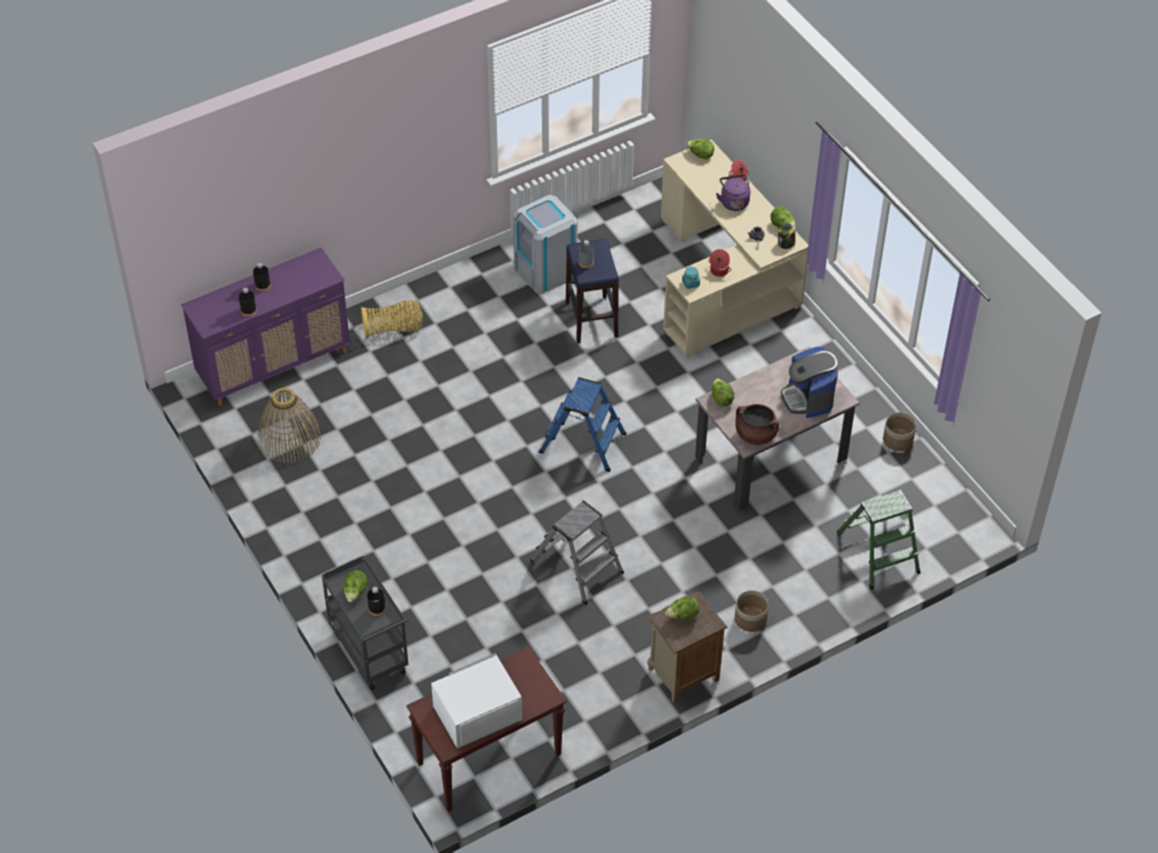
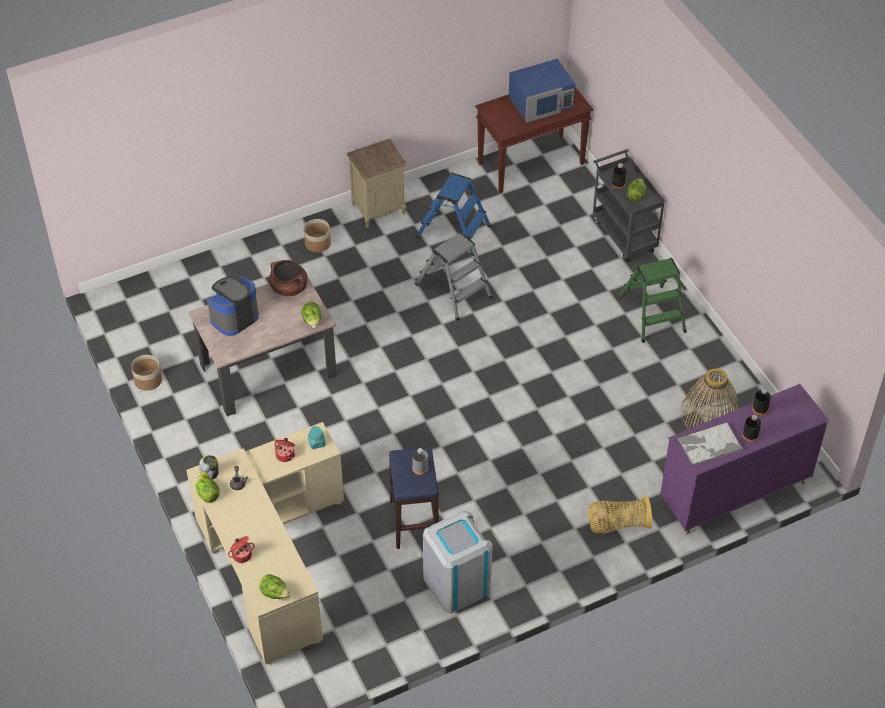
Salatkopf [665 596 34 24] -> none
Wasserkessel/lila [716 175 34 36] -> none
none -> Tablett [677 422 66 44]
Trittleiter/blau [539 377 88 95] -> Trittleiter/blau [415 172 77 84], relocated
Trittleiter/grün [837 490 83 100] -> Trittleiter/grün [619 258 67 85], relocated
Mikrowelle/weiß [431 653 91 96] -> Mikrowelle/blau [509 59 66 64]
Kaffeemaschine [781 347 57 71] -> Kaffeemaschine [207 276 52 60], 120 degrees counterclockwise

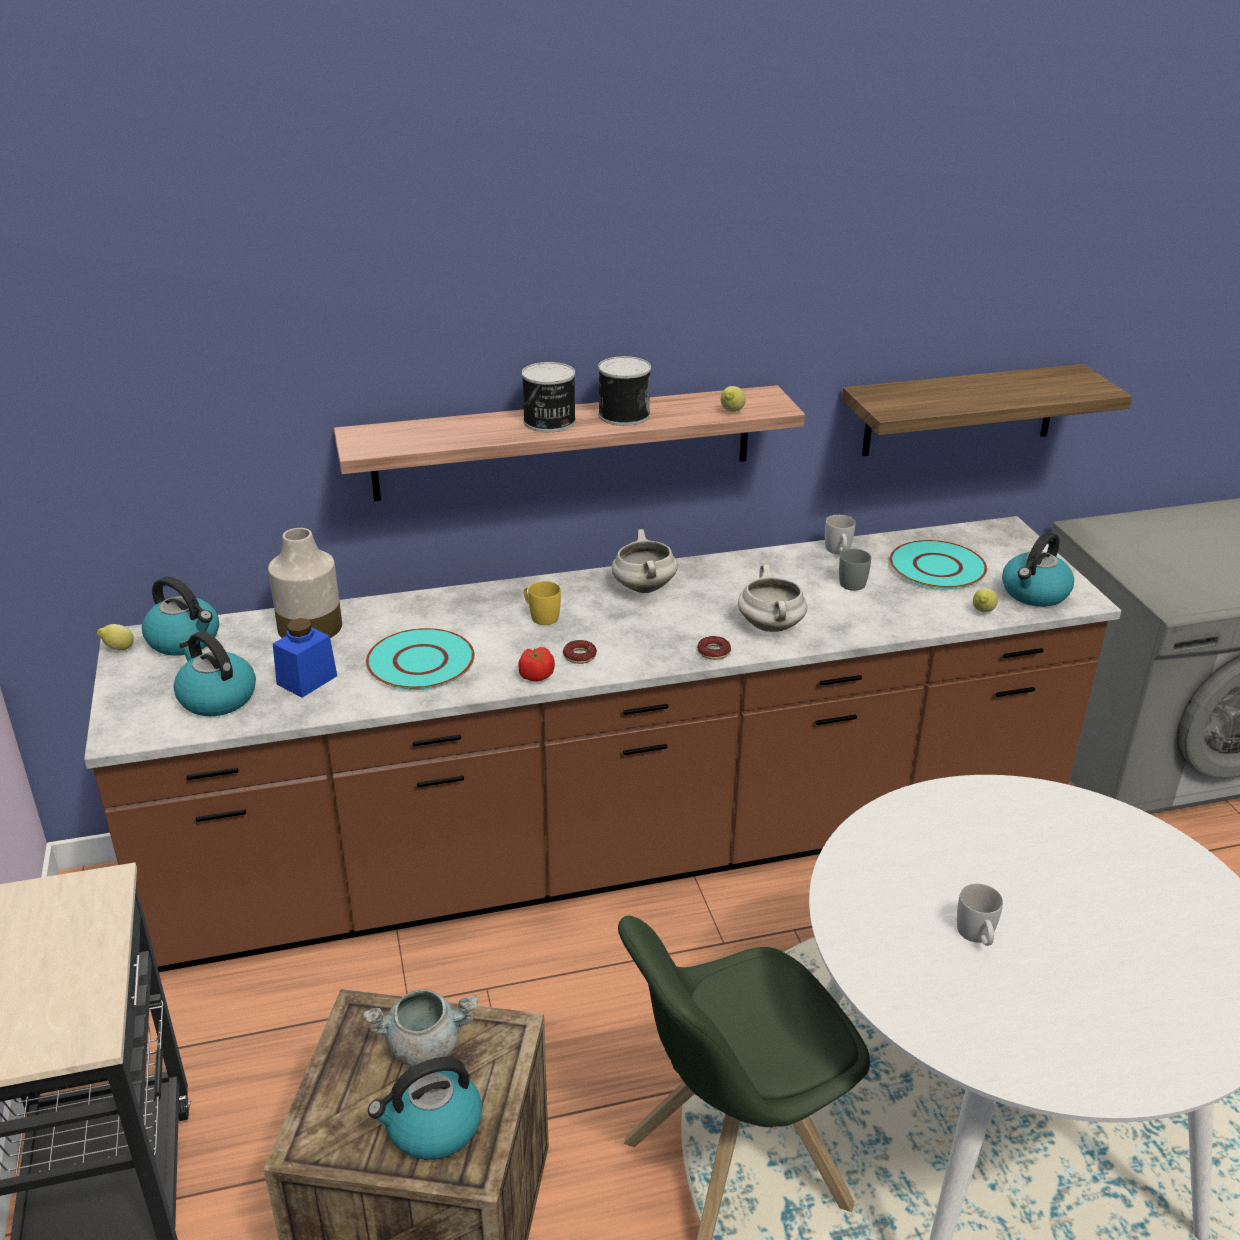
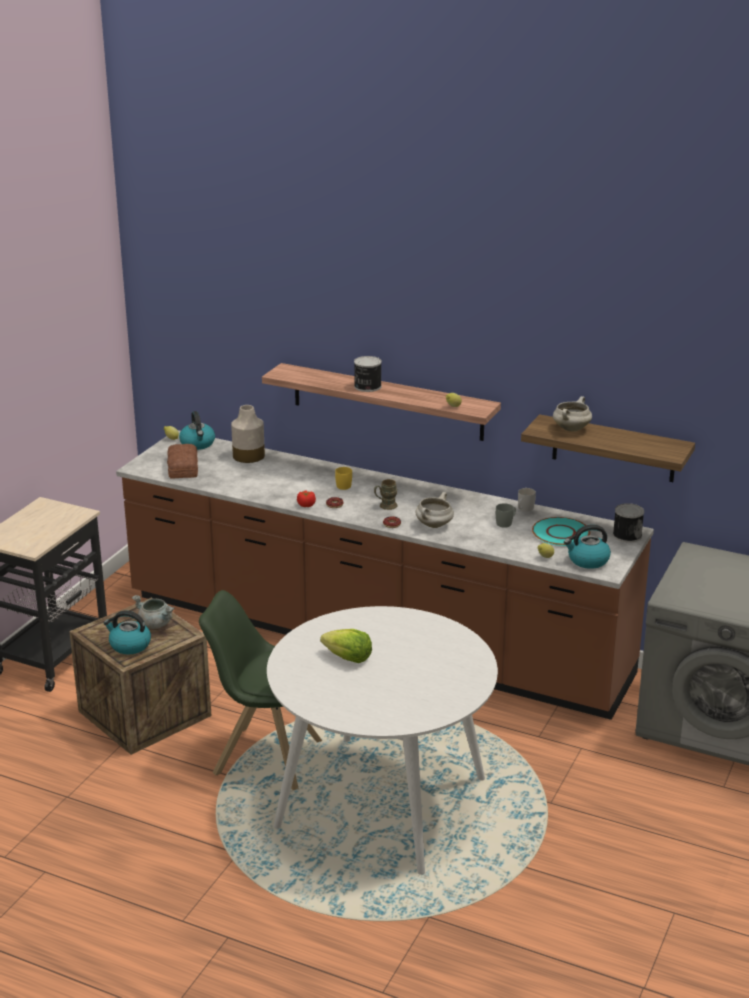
Vorratsglas/blau [273 618 64 80] -> none
Teller/türkis [366 628 109 62] -> none
none -> Henkelbecher/braun [374 479 24 31]
Dose [598 356 53 70] -> Dose [613 503 31 40], relocated
Kochtopf/weiß [612 529 66 64] -> Kochtopf/weiß [553 396 39 36], relocated
Wasserkessel [174 631 82 85] -> Brot [167 444 31 35]
Henkelbecher/weiß [957 883 46 63] -> Salatkopf [320 629 52 34]

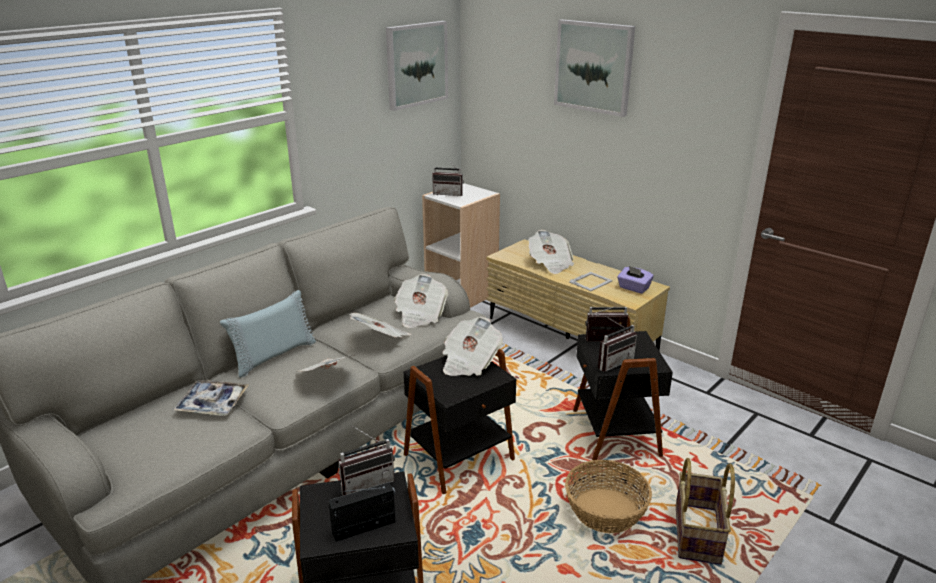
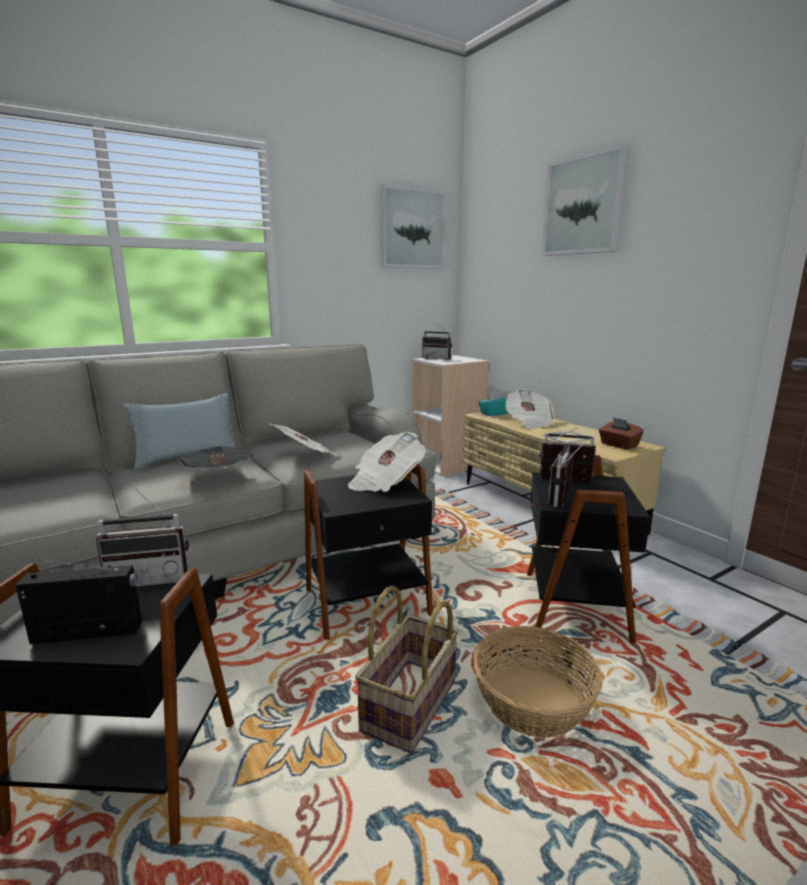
Tablett [172 380 77 36] -> none
Zeitung [394 274 54 54] -> none
none -> Taschentuchbox/türkis [479 391 29 25]
Korb [676 458 59 107] -> Korb [355 586 104 167], relocated
Taschentuchbox/lila [617 266 37 28] -> Taschentuchbox/braun [599 417 45 33]
Radio [598 316 39 56] -> Radio [548 437 42 70], 135 degrees clockwise

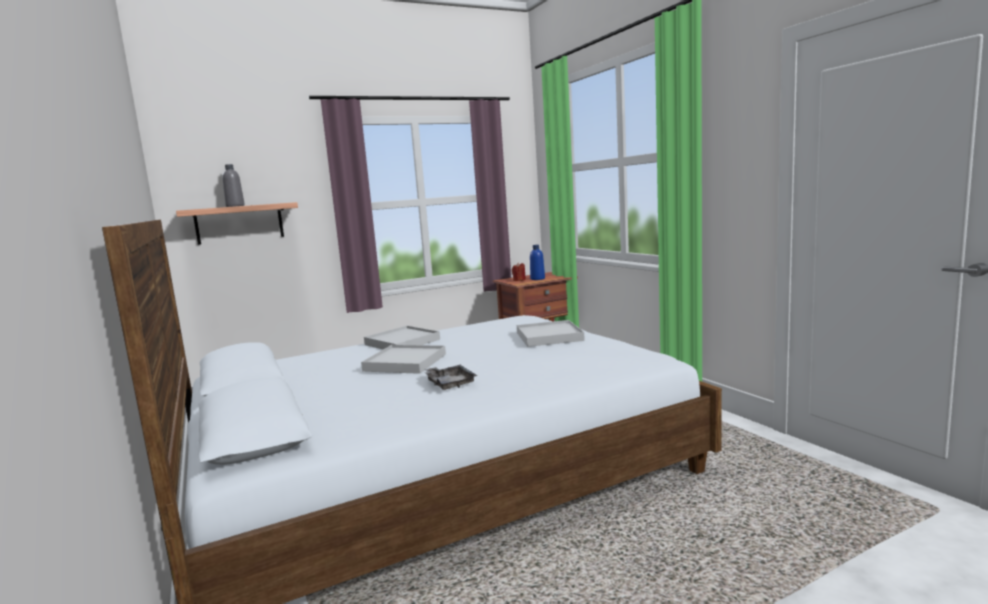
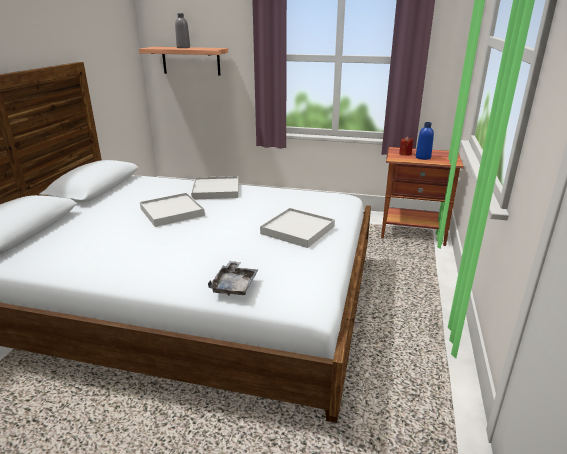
Tablett/grau [424 365 53 25] -> Tablett/grau [208 261 50 35], relocated

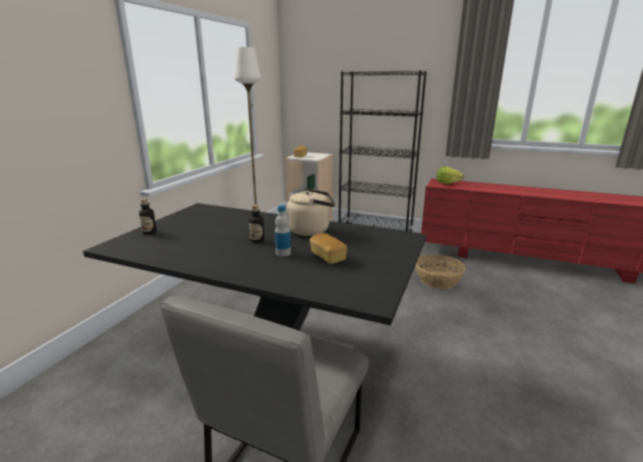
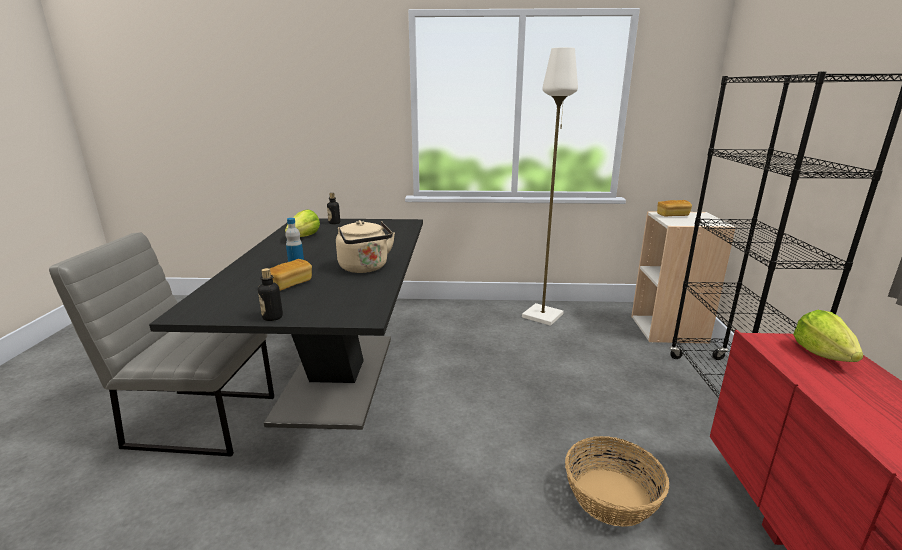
none -> Salatkopf [285 209 35 28]
Flasche [249 205 15 38] -> Flasche [258 268 25 53], relocated

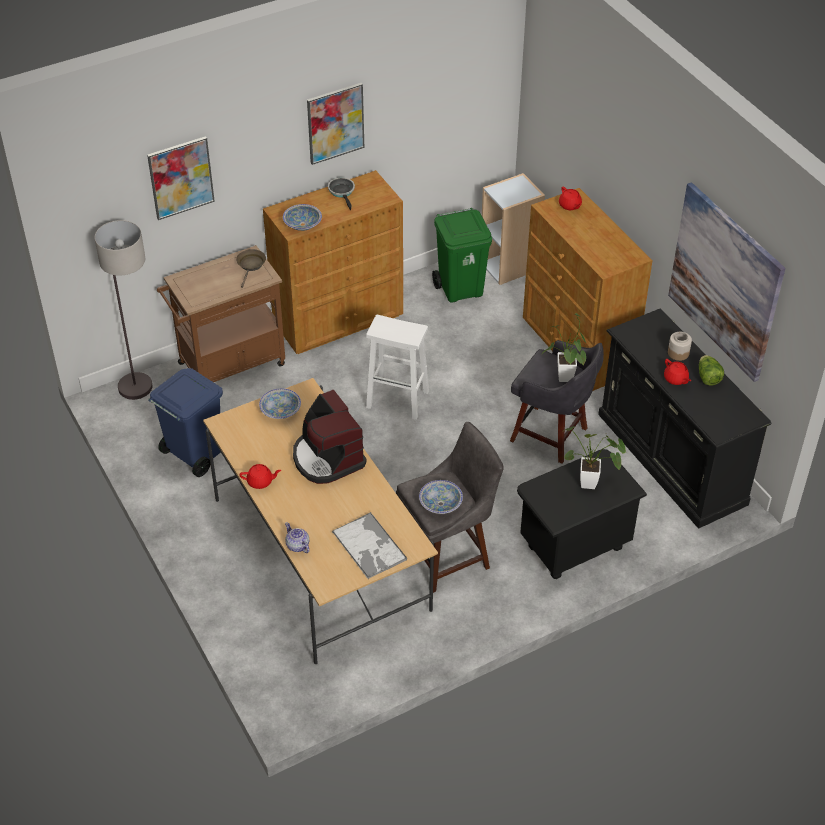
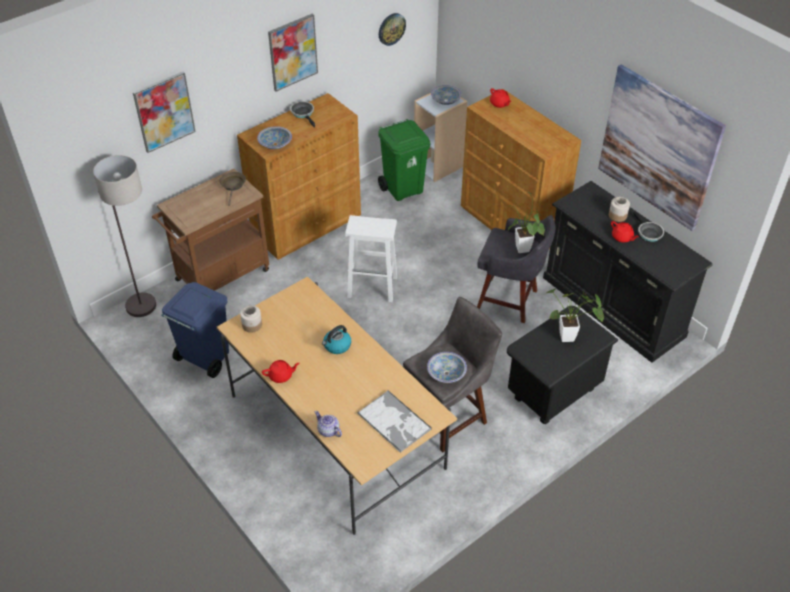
none -> Vorratsglas [240 305 22 28]
none -> Wanduhr [379 13 27 33]
Schüssel [259 388 42 31] -> Schüssel [431 85 31 20], relocated
Kaffeemaschine [293 390 73 94] -> Wasserkessel [322 325 29 29]
Salatkopf [699 355 25 30] -> Pfanne [633 211 31 31]

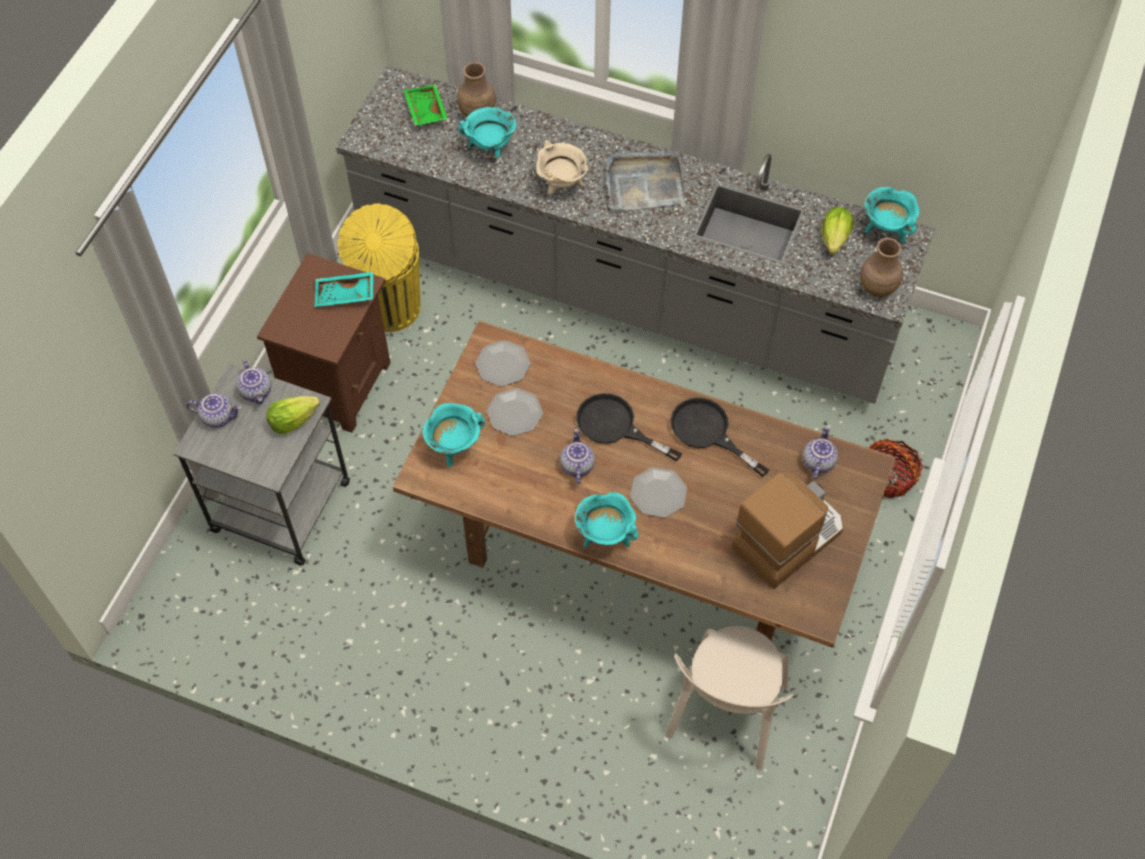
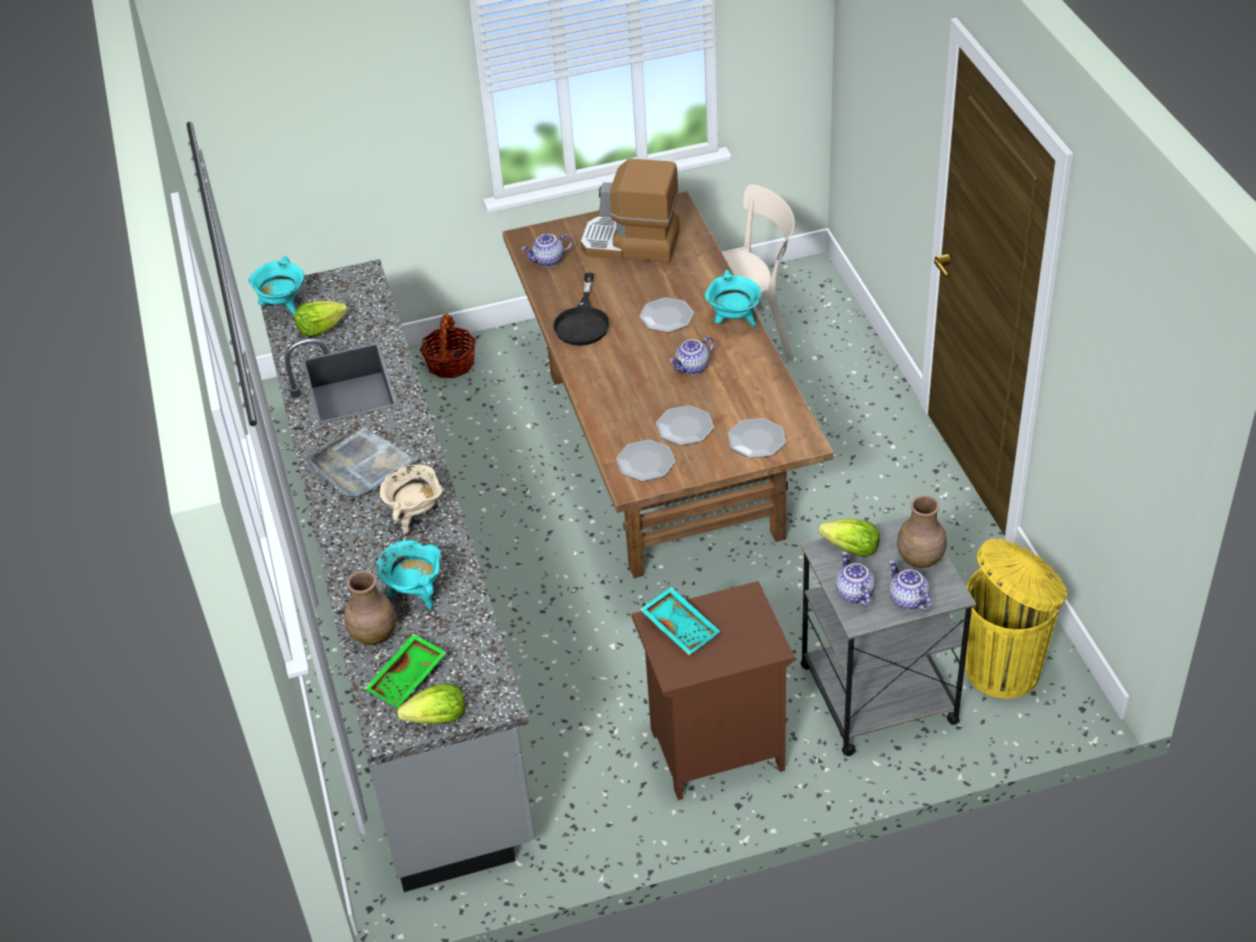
Pfanne/schwarz [576 393 106 68] -> none
none -> Salatkopf [397 683 68 41]
Mülleimer/gelb [338 204 83 128] -> Mülleimer/gelb [965 539 102 160], relocated
Vase/braun [860 238 43 59] -> Vase/braun [897 495 50 73], relocated
Kochtopf/türkis [423 403 62 64] -> Teller [728 418 58 40]
Teekanne [237 360 34 44] -> Teekanne [836 552 39 55], 45 degrees counterclockwise

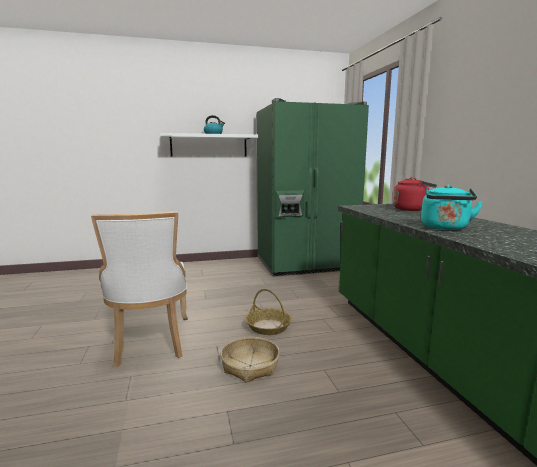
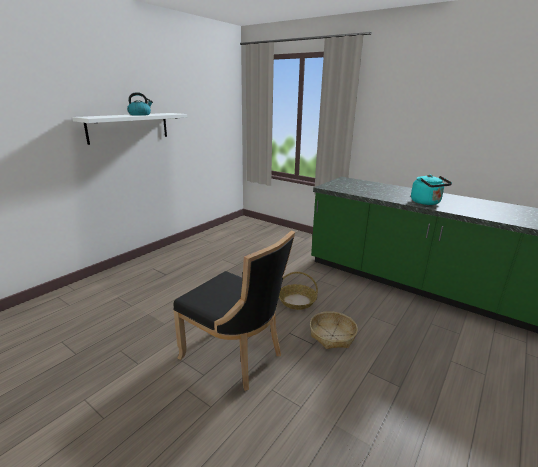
Kühlschrank/grün [257 98 112 179] -> none
Wasserkessel/rot [393 177 44 34] -> none
Stuhl/weiß [91 211 97 156] -> Stuhl/schwarz [173 230 122 161]

